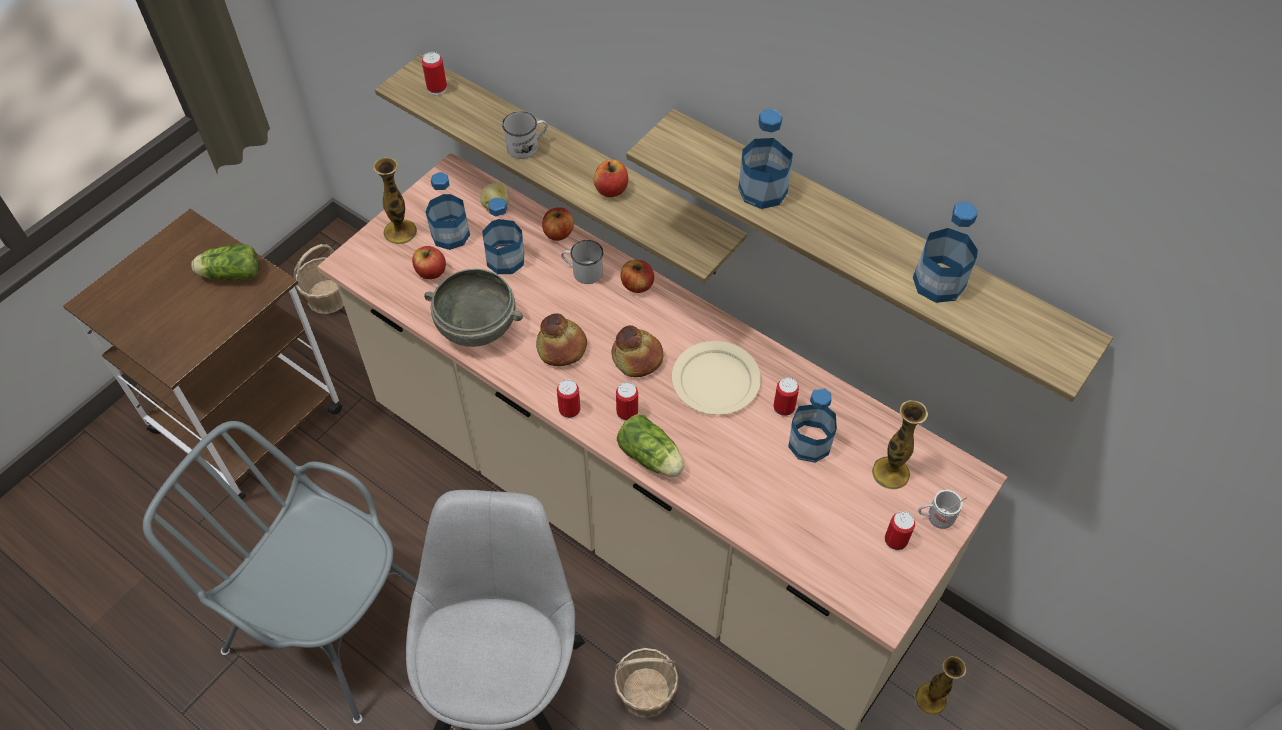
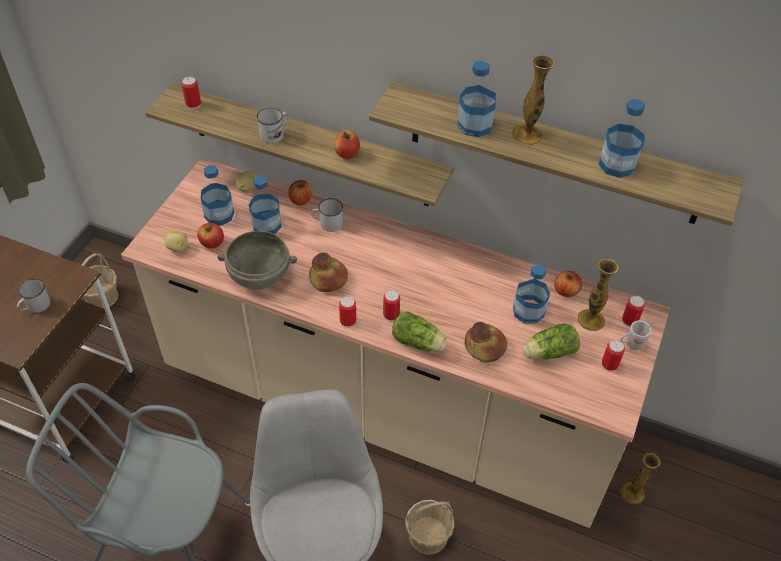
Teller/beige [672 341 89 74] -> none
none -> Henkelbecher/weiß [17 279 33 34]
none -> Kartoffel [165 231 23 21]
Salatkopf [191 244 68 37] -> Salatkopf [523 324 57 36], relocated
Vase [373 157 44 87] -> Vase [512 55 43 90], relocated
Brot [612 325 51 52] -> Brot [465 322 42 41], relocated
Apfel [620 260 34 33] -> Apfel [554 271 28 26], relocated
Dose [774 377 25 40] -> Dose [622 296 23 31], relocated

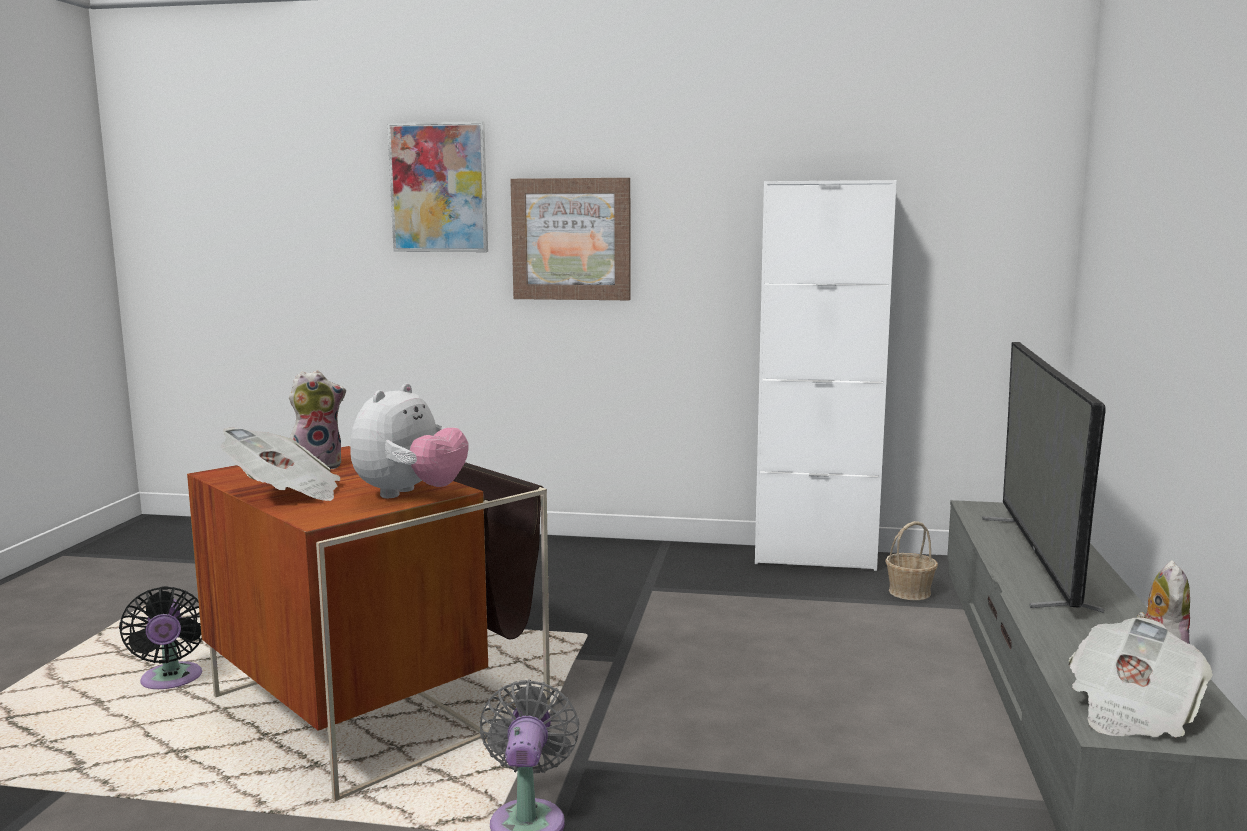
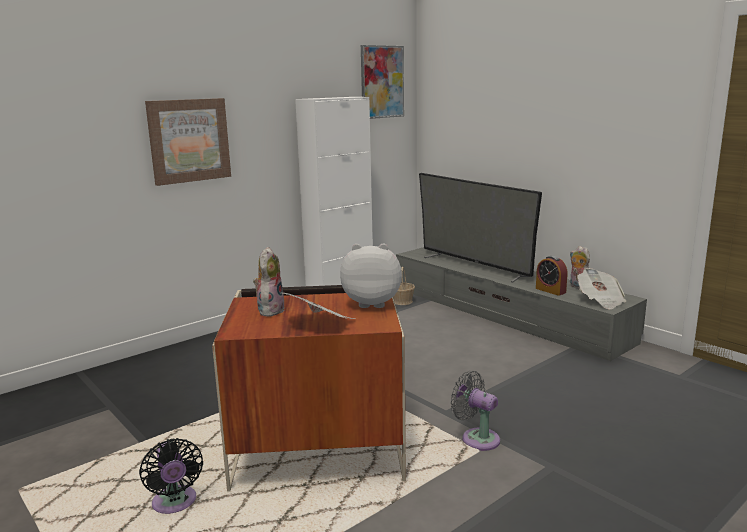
none -> Wecker [536 256 32 40]
Bild [387 121 101 131] -> Bild [361 45 43 74], relocated
Ventilator/schwarz [119 586 83 103] -> Ventilator/schwarz [139 438 64 76], 45 degrees clockwise
Plüschtier [350 383 118 115] -> Plüschtier [340 244 62 64], 60 degrees counterclockwise

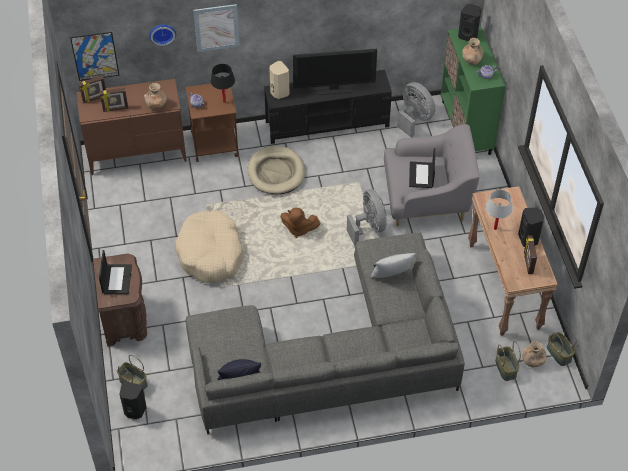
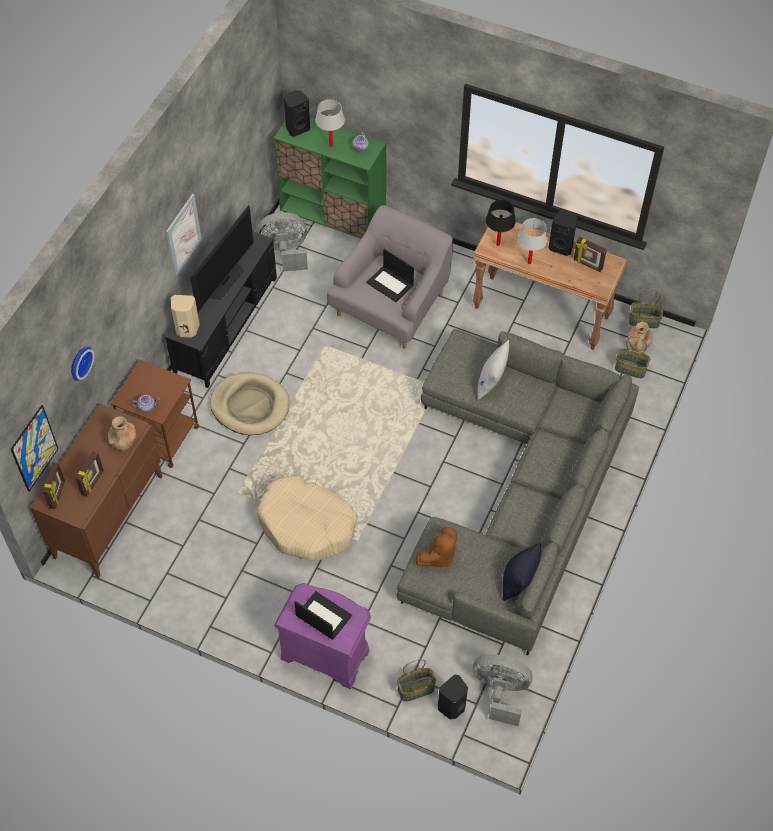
Bild [193 4 47 48] -> Bild [166 194 36 82], relocated
Tischlampe/schwarz [211 64 24 39] -> Tischlampe/schwarz [486 200 30 46], relocated
Plüschtier/braun [280 208 40 30] -> Plüschtier/braun [416 526 42 41], relocated
Ventilator/grau [347 189 40 57] -> Ventilator/grau [472 654 60 72], relocated
Vase/braun [462 38 21 27] -> Tischlampe/weiß [315 99 30 48]
Nachttisch/braun [93 254 54 92] -> Nachttisch/lila [274 583 97 106]

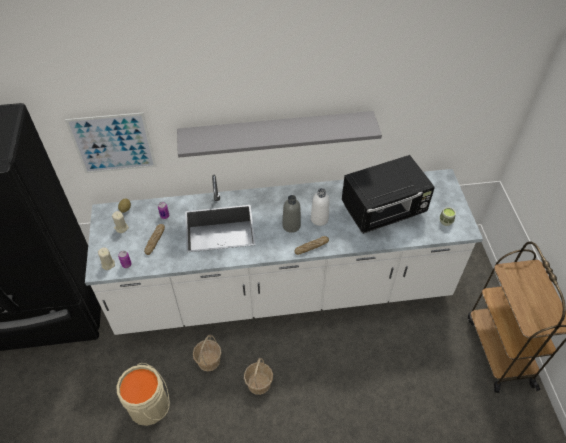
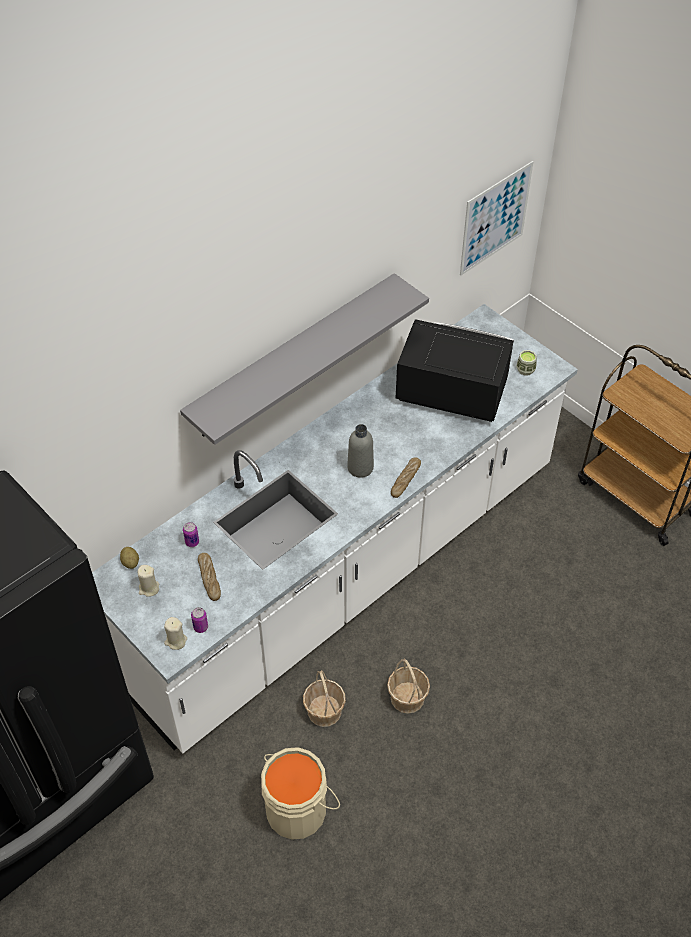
Flasche/weiß [311 188 19 38] -> none
Bild [65 113 91 60] -> Bild [460 161 74 115], relocated
Mikrowelle/schwarz [342 155 93 79] -> Mikrowelle/schwarz [395 319 119 103], 105 degrees counterclockwise

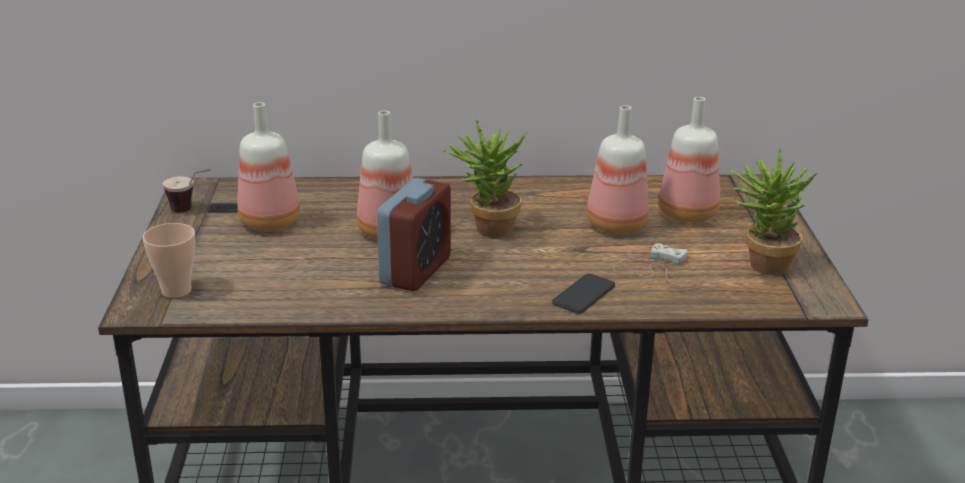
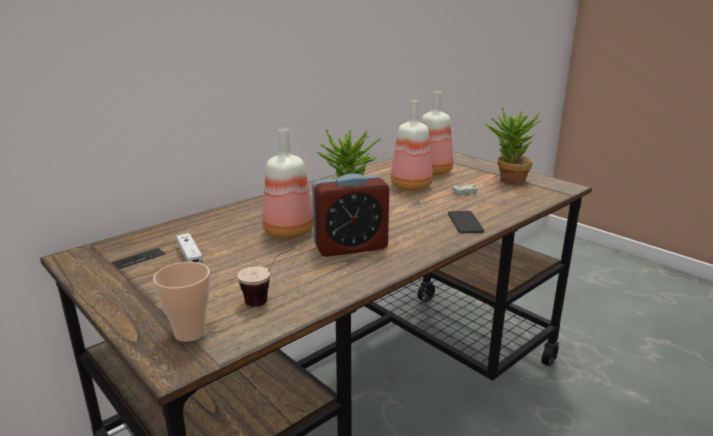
Tasse [163 169 48 43] -> Tasse [237 246 58 61], relocated
Flasche [237 102 63 129] -> Gamepad/weiß [176 233 27 31]
Wecker [377 178 74 113] -> Wecker [312 173 77 84], 90 degrees clockwise

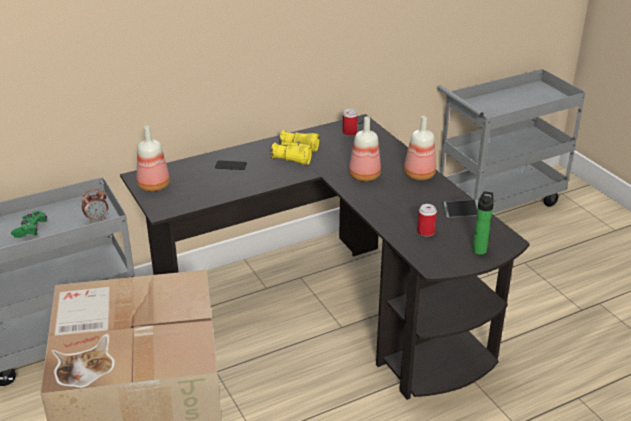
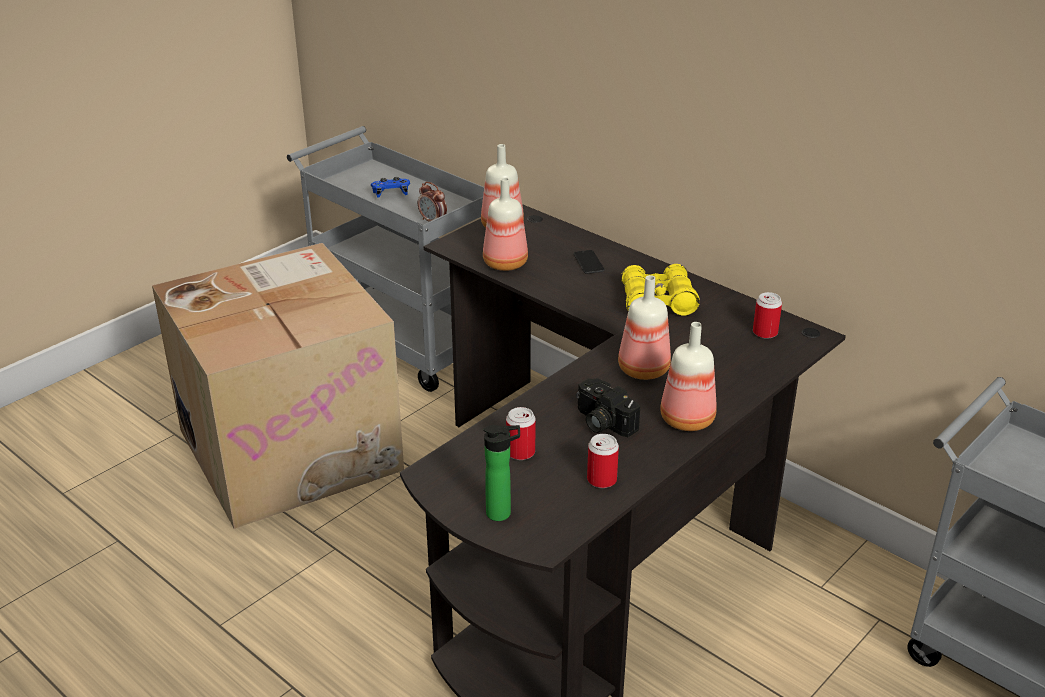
none -> Flasche [483 177 45 94]
none -> Kamera [576 378 64 59]
Handy [444 200 34 18] -> Dose [587 434 32 54]
Gamepad/grün [11 211 36 27] -> Gamepad/blau [371 177 39 21]

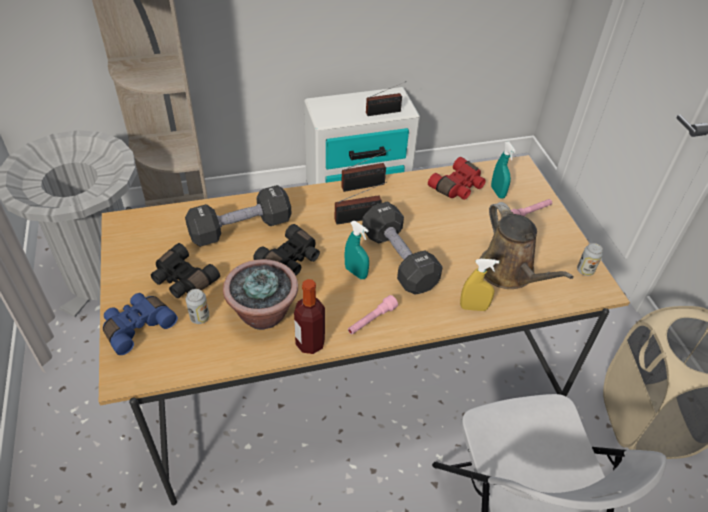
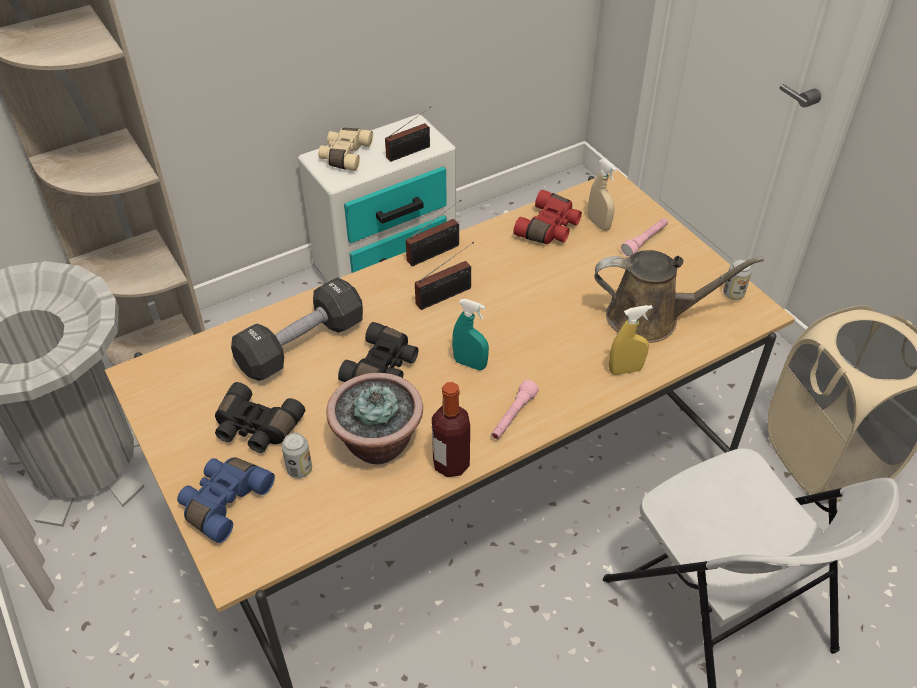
Hantel/schwarz [362 202 81 92] -> none
none -> Fernglas/beige [318 128 55 43]
Sprühflasche/türkis [491 142 25 57] -> Sprühflasche/beige [588 159 29 72]
Gießkanne/braun [479 202 95 87] -> Gießkanne/braun [594 250 170 93], 45 degrees counterclockwise

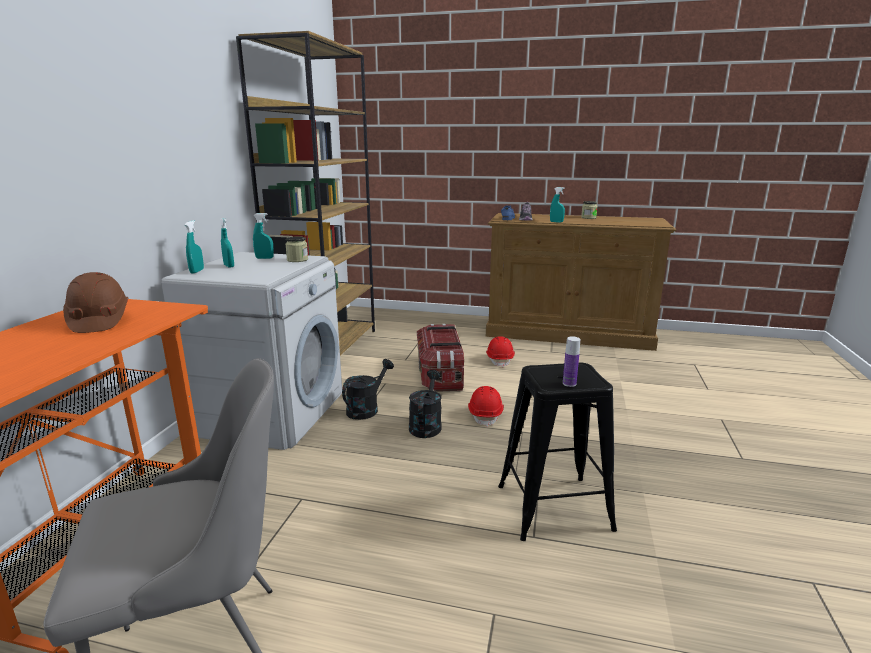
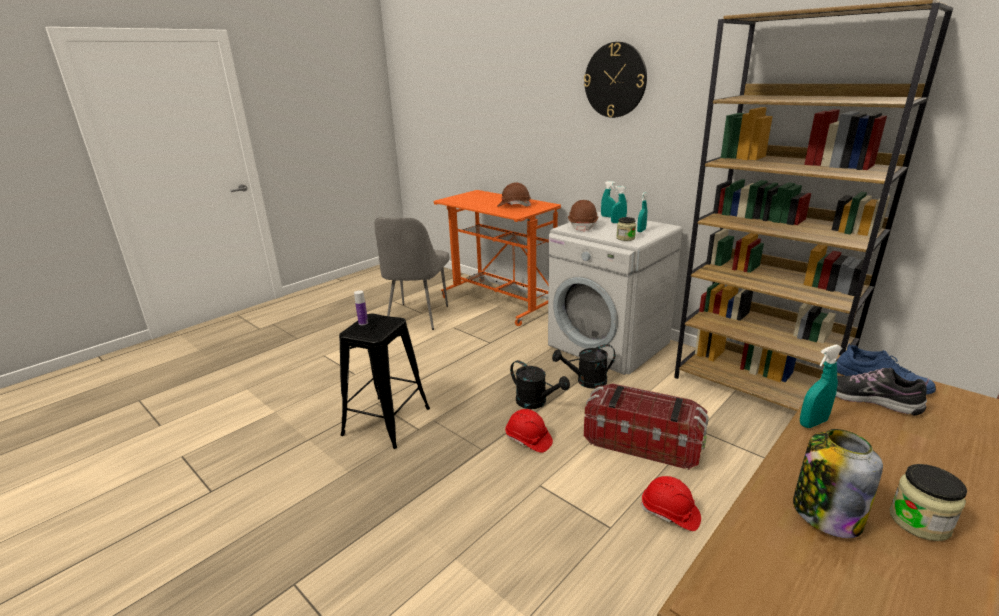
none -> Schutzhelm/braun [568 200 31 32]
none -> Wanduhr [584 42 63 76]
none -> Vorratsglas [793 429 90 109]
Gießkanne/schwarz [342 359 52 61] -> Gießkanne/schwarz [552 344 63 45], 105 degrees clockwise

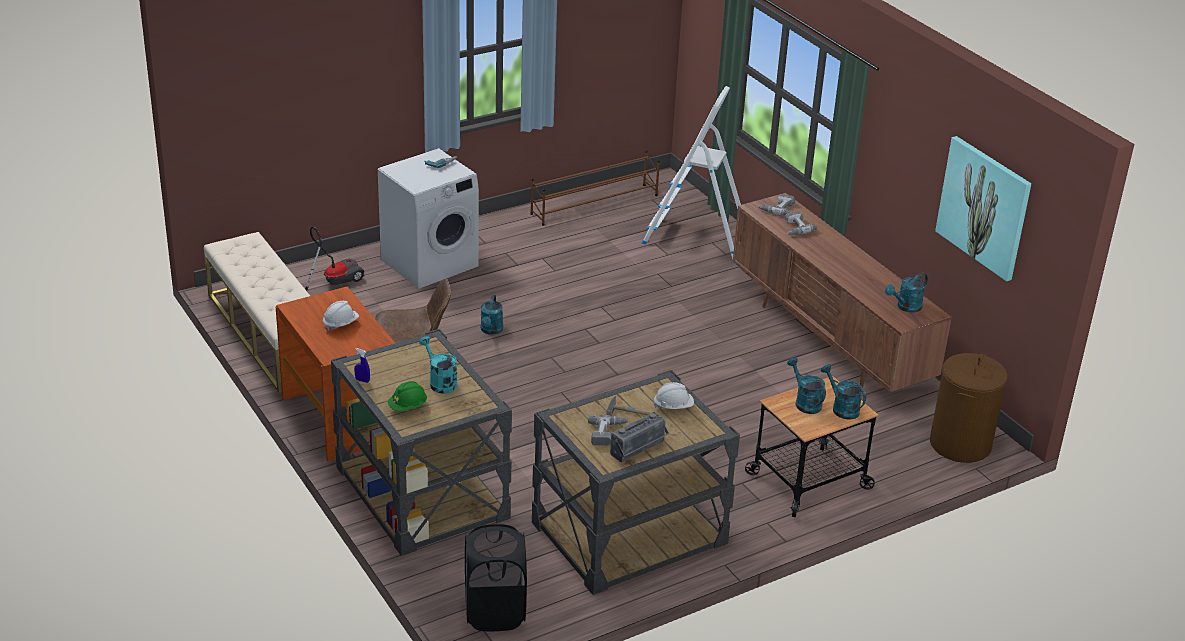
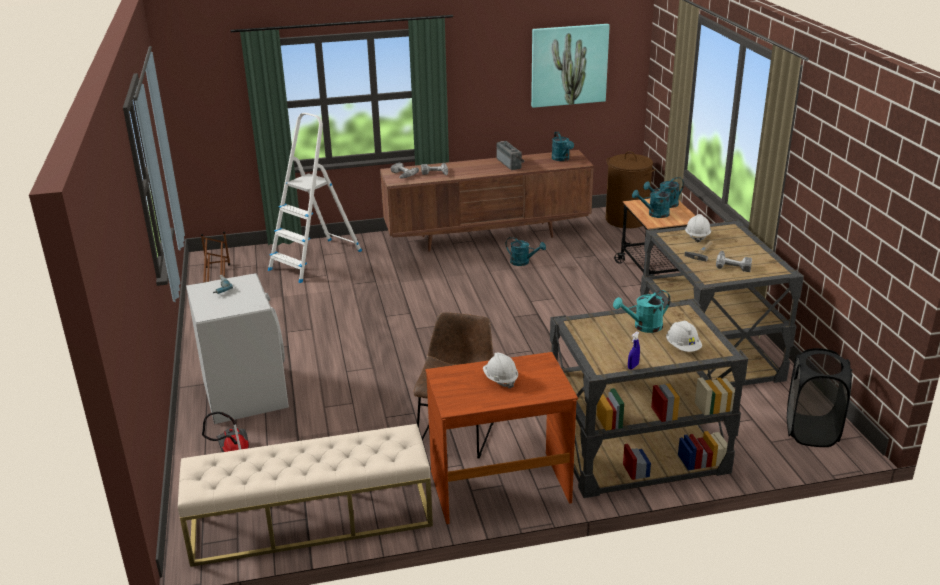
Gießkanne/türkis [481 295 22 40] -> Gießkanne/türkis [506 237 40 29], relocated
Radio [610 412 59 50] -> Radio [496 141 29 29], relocated
Schutzhelm/grün [388 381 39 30] -> Schutzhelm/weiß [666 321 36 31]

